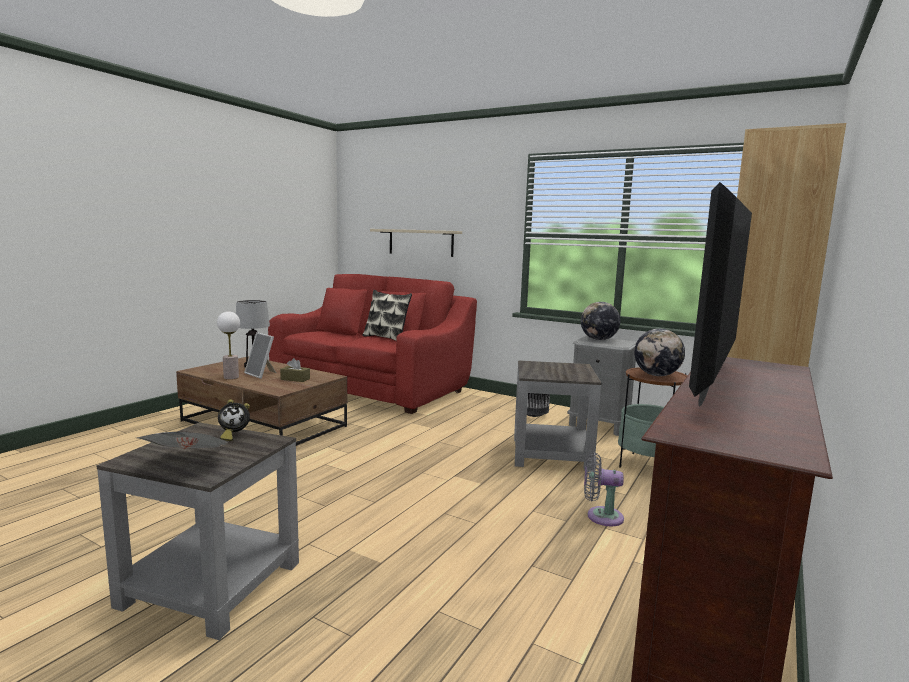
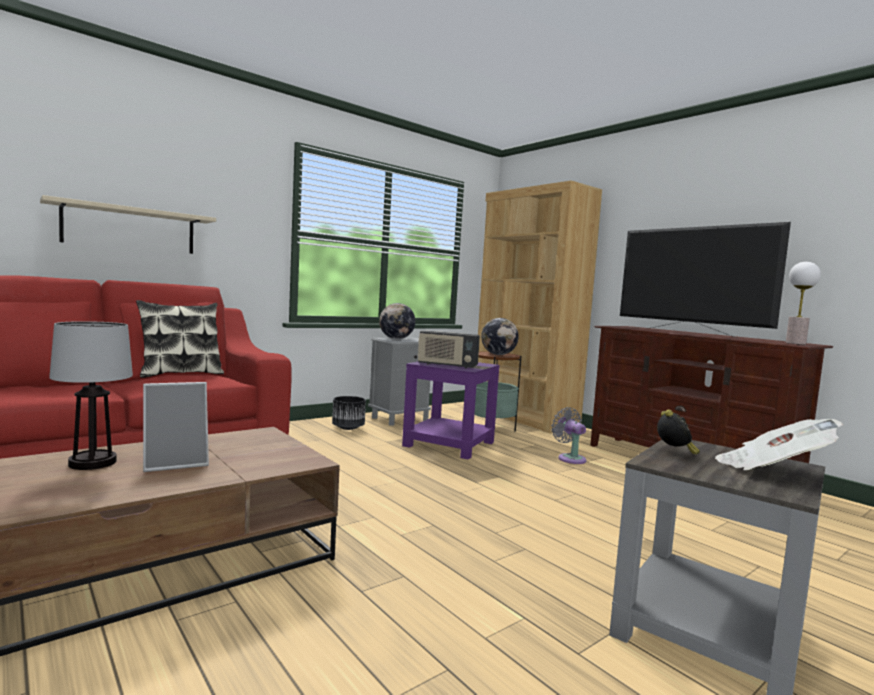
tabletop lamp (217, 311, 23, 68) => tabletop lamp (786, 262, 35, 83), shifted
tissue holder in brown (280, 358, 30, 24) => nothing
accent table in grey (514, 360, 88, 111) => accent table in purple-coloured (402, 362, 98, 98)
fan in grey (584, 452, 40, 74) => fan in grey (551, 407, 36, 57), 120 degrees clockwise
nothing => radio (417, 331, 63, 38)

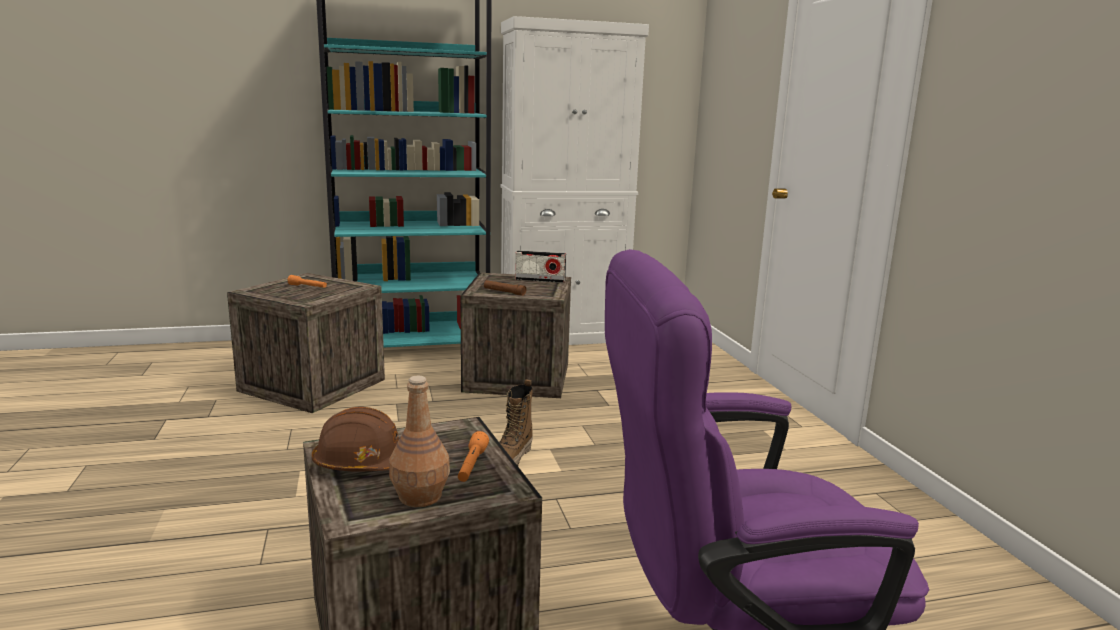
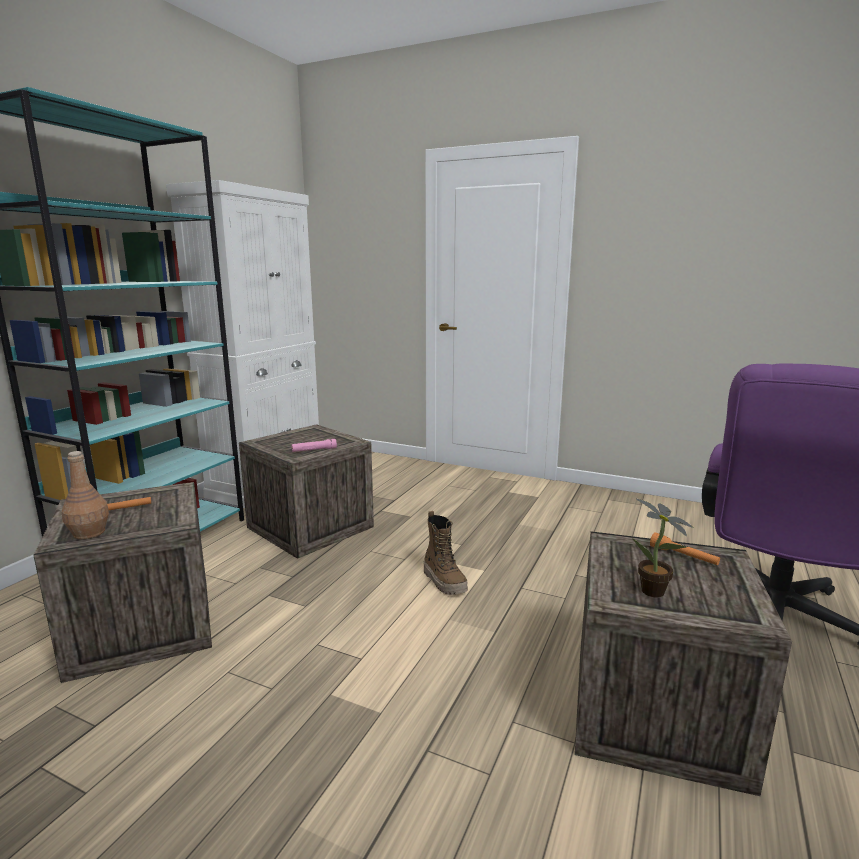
radio (515, 251, 51, 32) => nothing
torch in brown (484, 280, 42, 16) => torch in pink-coloured (292, 439, 45, 13)
drink bottle in brown (389, 376, 61, 131) => drink bottle in brown (62, 451, 47, 88), shifted
work helmet in brown (312, 407, 87, 65) => houseplant (632, 498, 62, 99)

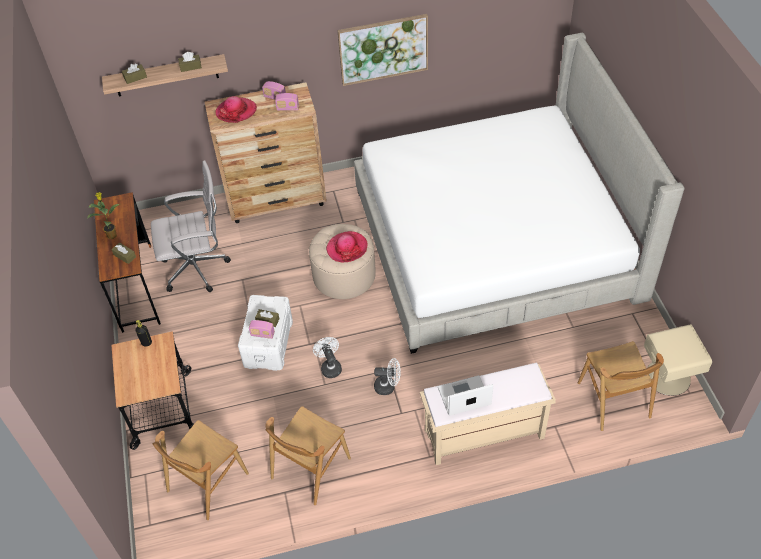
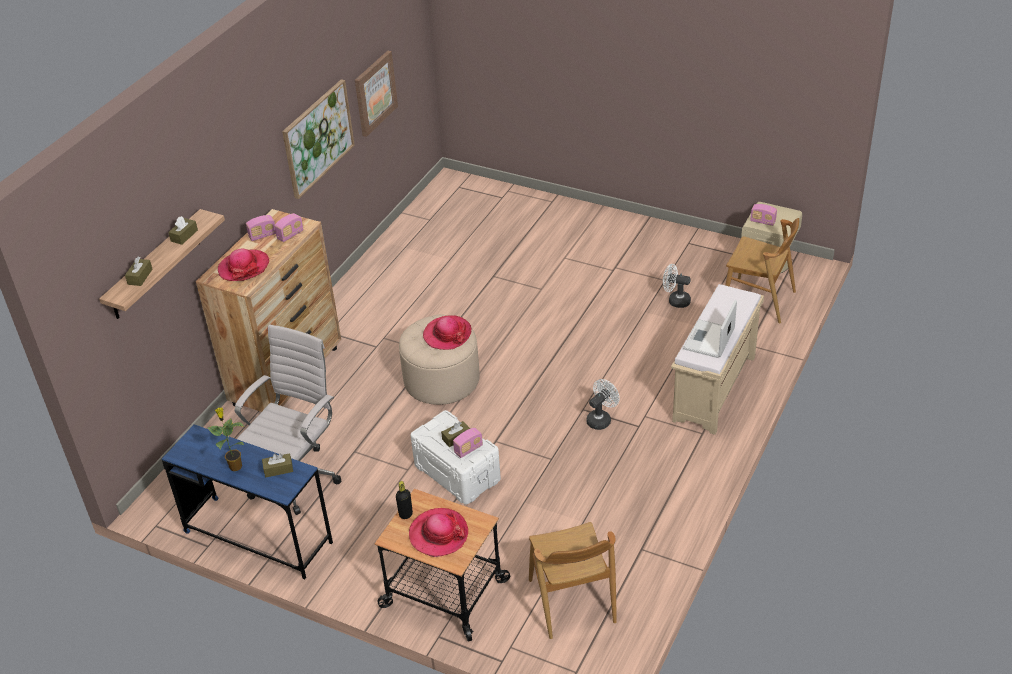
bedroom bed (354, 33, 331, 321) => nothing
desk table in brown (94, 192, 67, 141) => desk table in blue (162, 424, 171, 156)
fan in whitish (313, 337, 29, 41) => fan in whitish (663, 264, 28, 44), shifted
upright chair in brown (265, 406, 86, 99) => nothing
nothing => wall picture (355, 51, 43, 86)
nothing => radio (750, 204, 27, 22)
nothing => hat (409, 508, 59, 49)

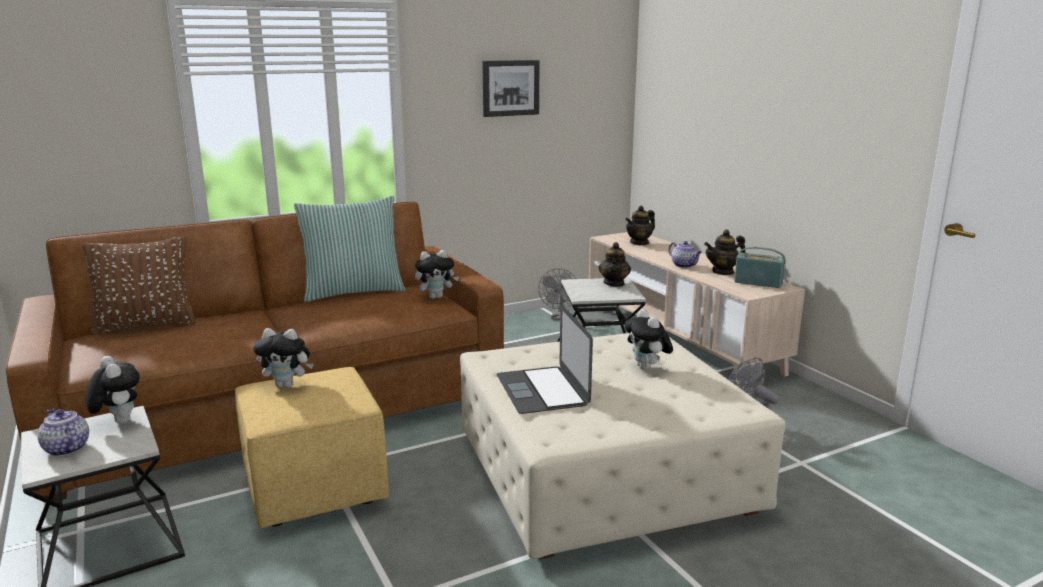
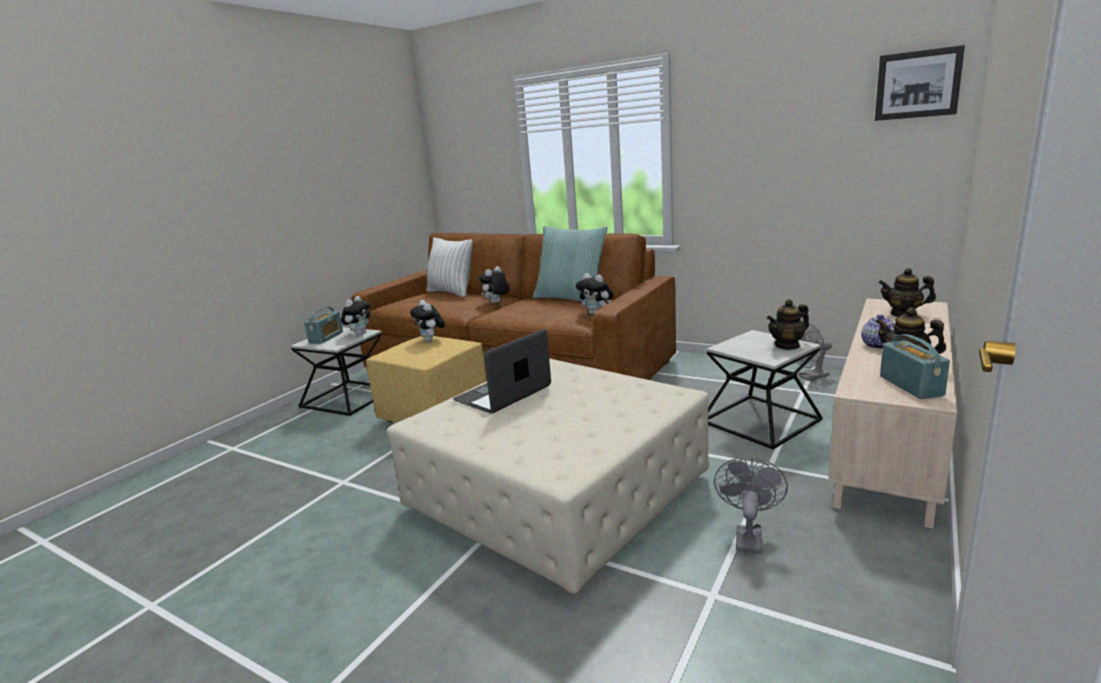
wall picture (482, 60, 58, 57) => wall picture (875, 45, 90, 76), shifted
throw pillow in brown (83, 236, 113, 99) => throw pillow in whitish (426, 238, 46, 59)
plush toy (625, 309, 48, 61) => plush toy (479, 266, 30, 37), shifted
teapot (38, 409, 51, 47) => radio (304, 307, 39, 37)

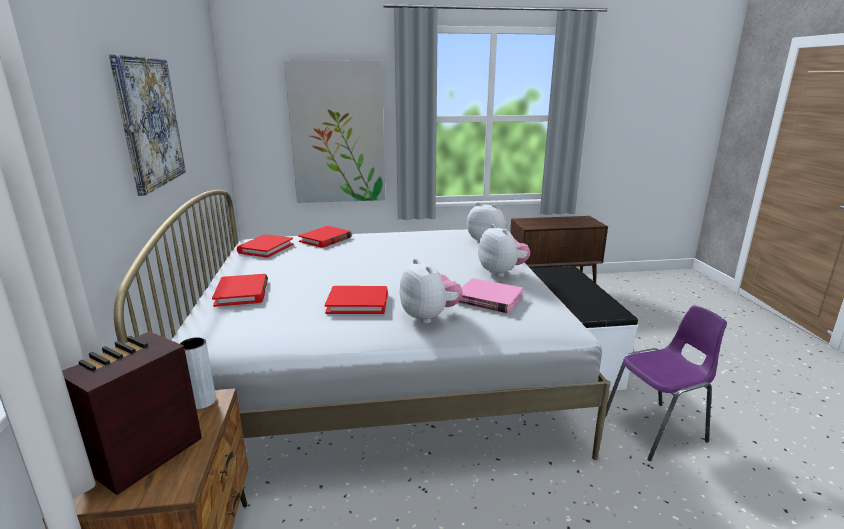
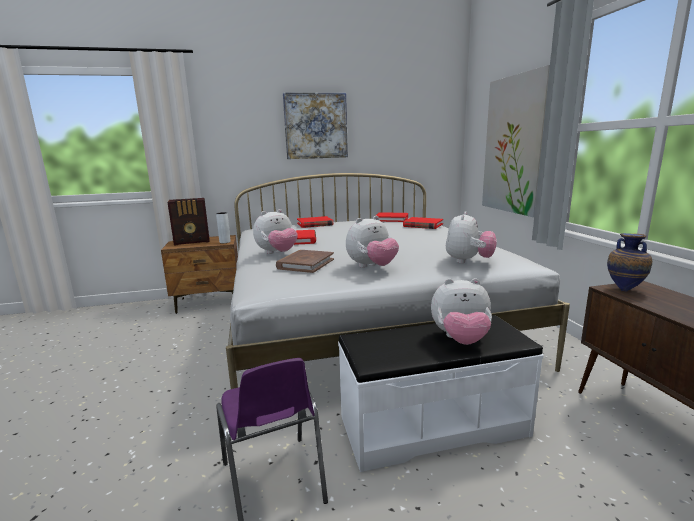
volume in pink-coloured (458, 278, 65, 35) => volume in brown (276, 250, 58, 23)
radio (62, 331, 140, 164) => radio (168, 198, 42, 48), 135 degrees clockwise
nothing => flower vase (607, 233, 45, 59)
nothing => plush toy (431, 278, 61, 67)

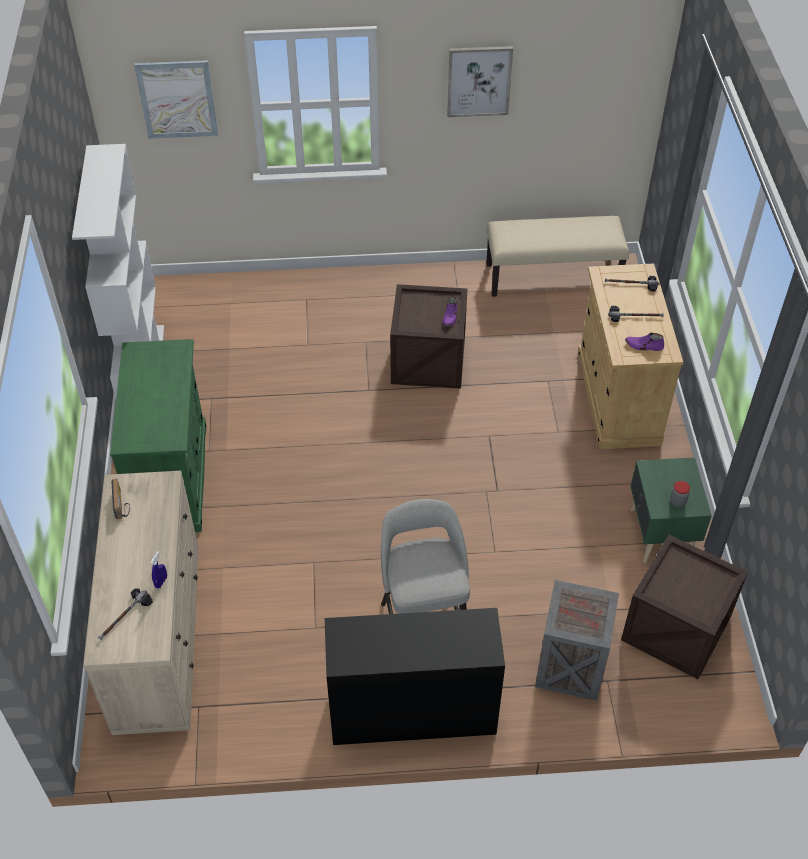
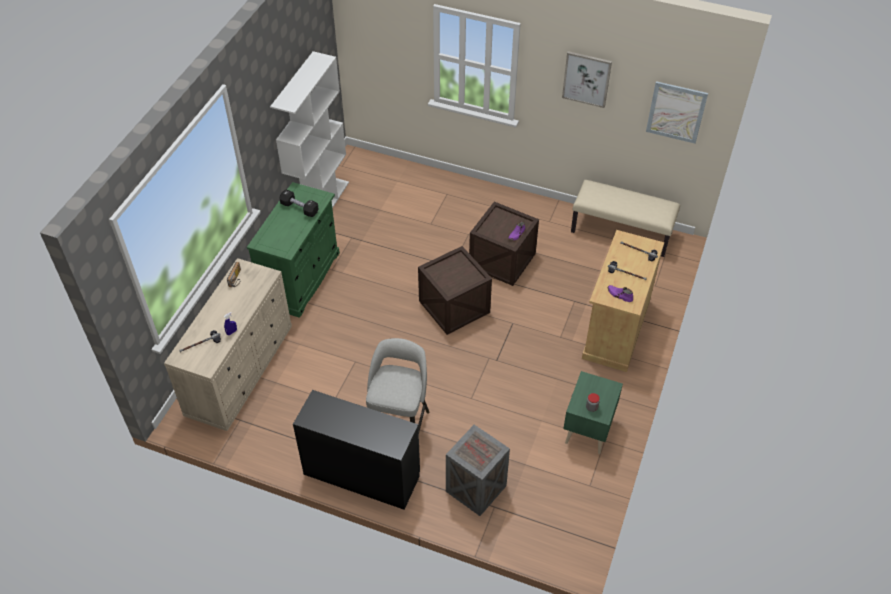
wall picture (134, 60, 84, 79) => wall picture (646, 81, 62, 62), shifted
shipping crate (621, 535, 127, 144) => shipping crate (418, 246, 74, 89), shifted
nothing => hand weight in black (279, 190, 40, 27)

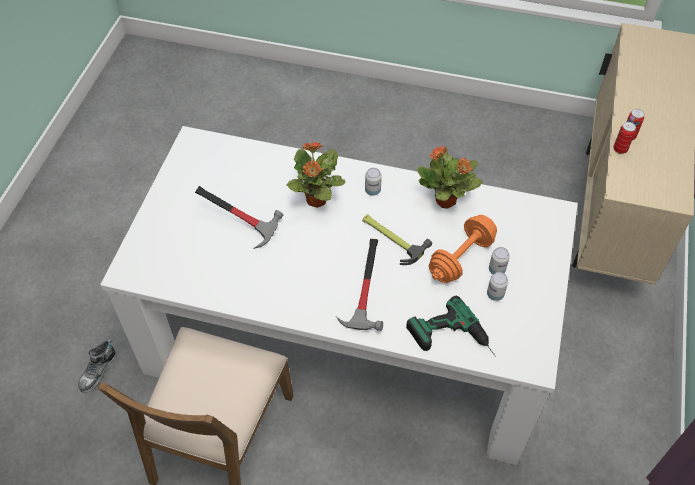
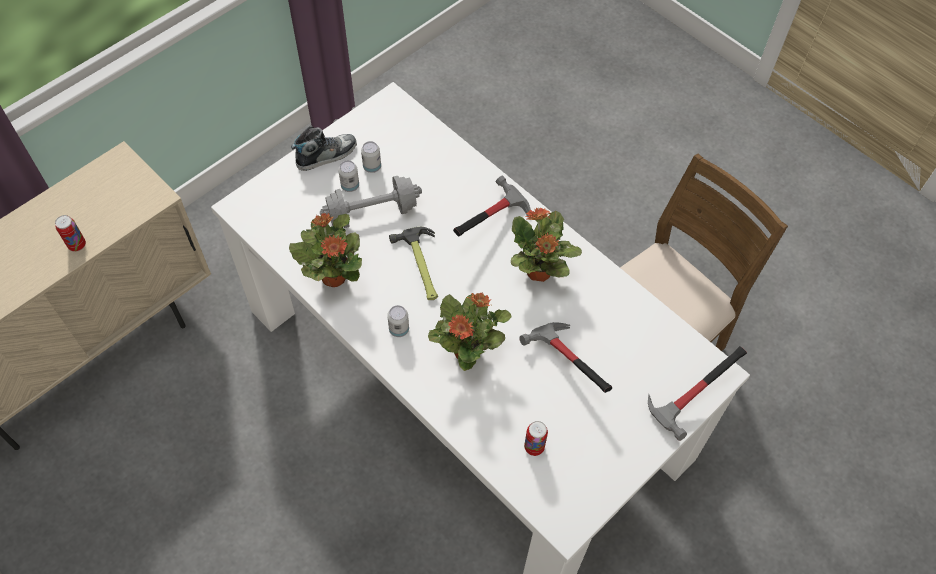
can (614, 122, 22, 32) => can (524, 421, 24, 35), shifted
hand weight in orangey (429, 215, 68, 68) => hand weight in grey (320, 176, 102, 52)
power drill (406, 296, 90, 61) => nothing
low shoe (78, 339, 39, 54) => low shoe (291, 126, 66, 45), shifted
nothing => houseplant (511, 208, 71, 74)
nothing => hand hammer (648, 346, 99, 95)

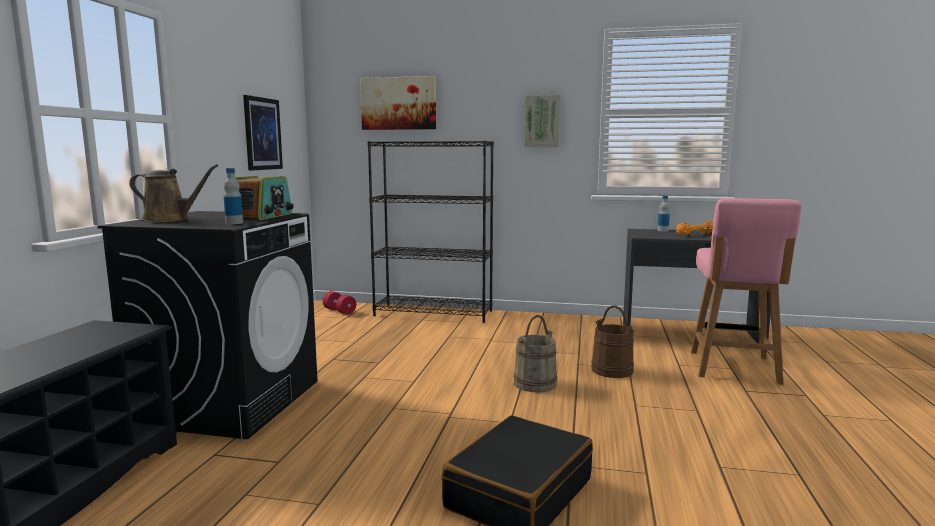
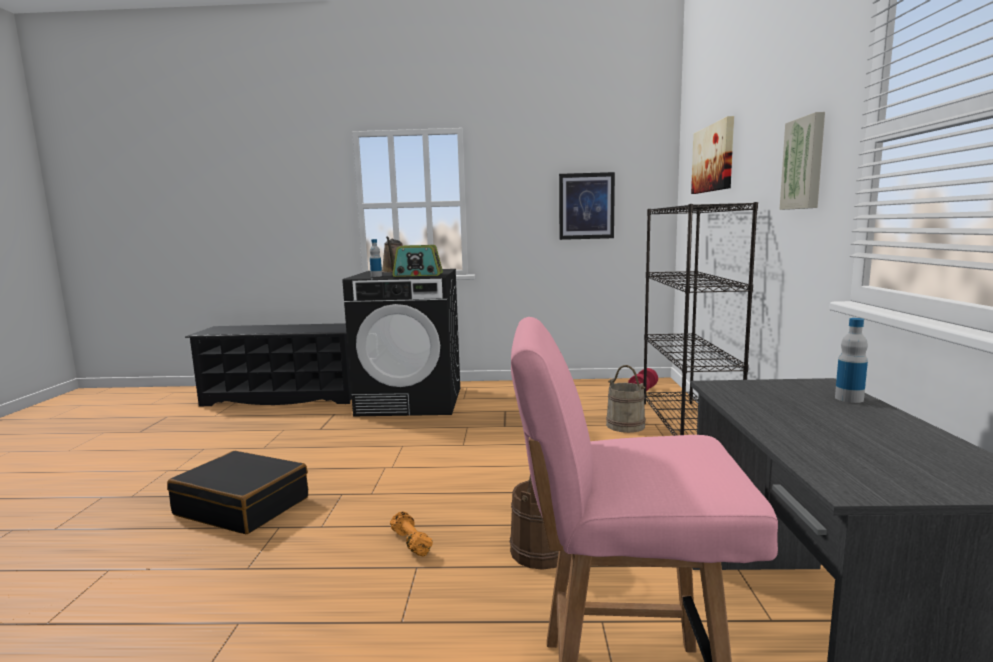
hand weight in orangey (676, 221, 37, 14) => hand weight in orangey (390, 512, 43, 45), shifted
water bucket in beige-coloured (514, 315, 43, 77) => water bucket in beige-coloured (606, 365, 40, 68), shifted

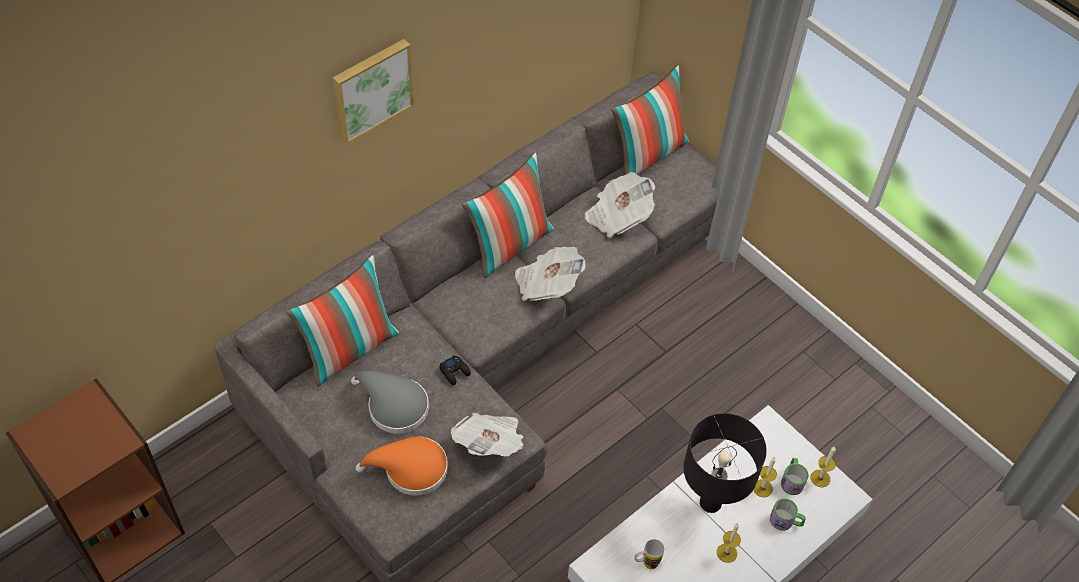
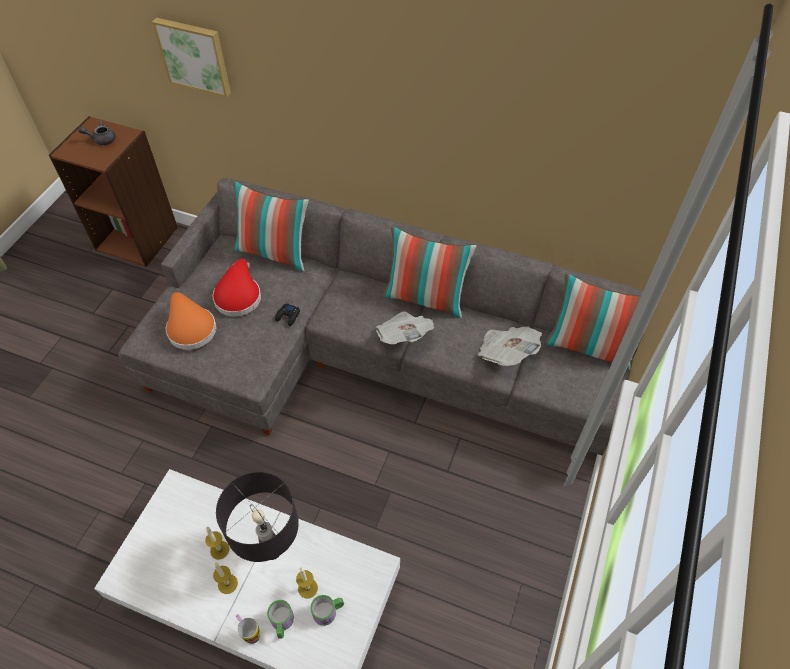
wall picture (332, 39, 82, 106) => wall picture (152, 18, 79, 80), shifted
hat in grey (351, 371, 78, 63) => hat in red-coloured (212, 259, 49, 58)
daily paper (451, 413, 73, 44) => nothing
candle (811, 446, 25, 41) => candle (205, 527, 25, 32), shifted
coffee mug (635, 539, 29, 30) => coffee mug (236, 614, 24, 30), shifted
nothing => teapot in grey (78, 120, 38, 25)

